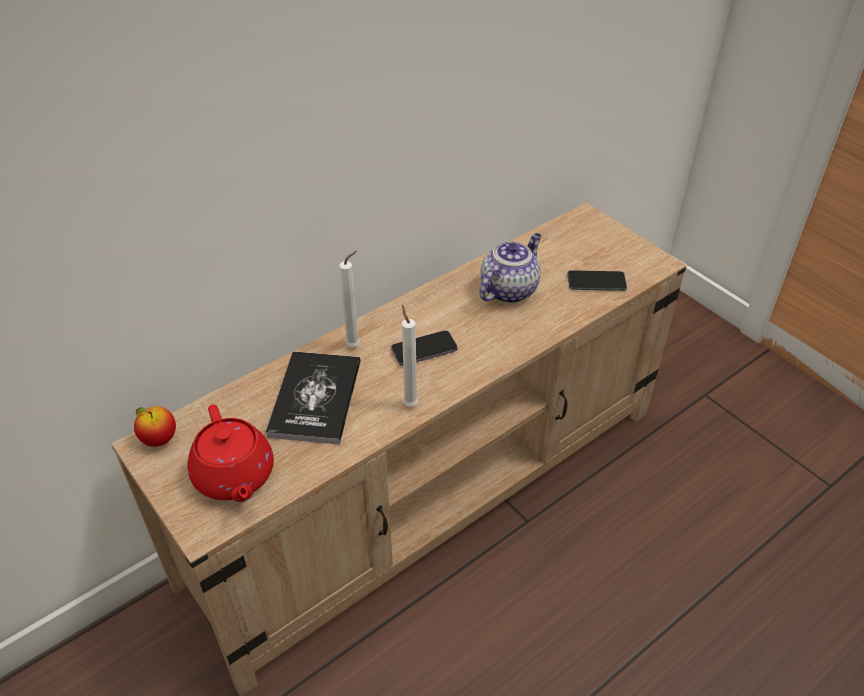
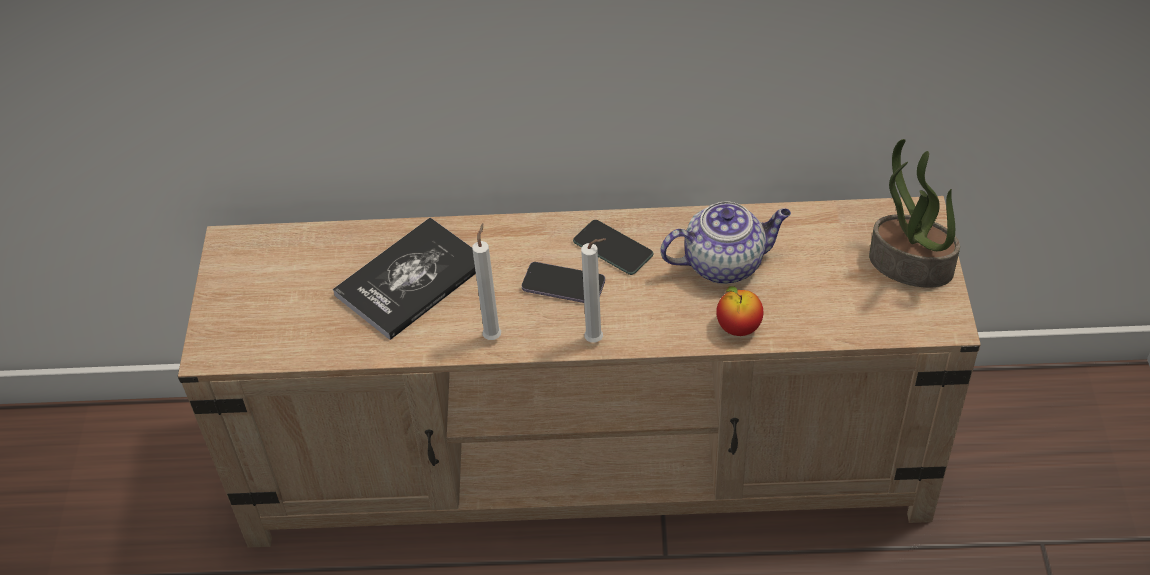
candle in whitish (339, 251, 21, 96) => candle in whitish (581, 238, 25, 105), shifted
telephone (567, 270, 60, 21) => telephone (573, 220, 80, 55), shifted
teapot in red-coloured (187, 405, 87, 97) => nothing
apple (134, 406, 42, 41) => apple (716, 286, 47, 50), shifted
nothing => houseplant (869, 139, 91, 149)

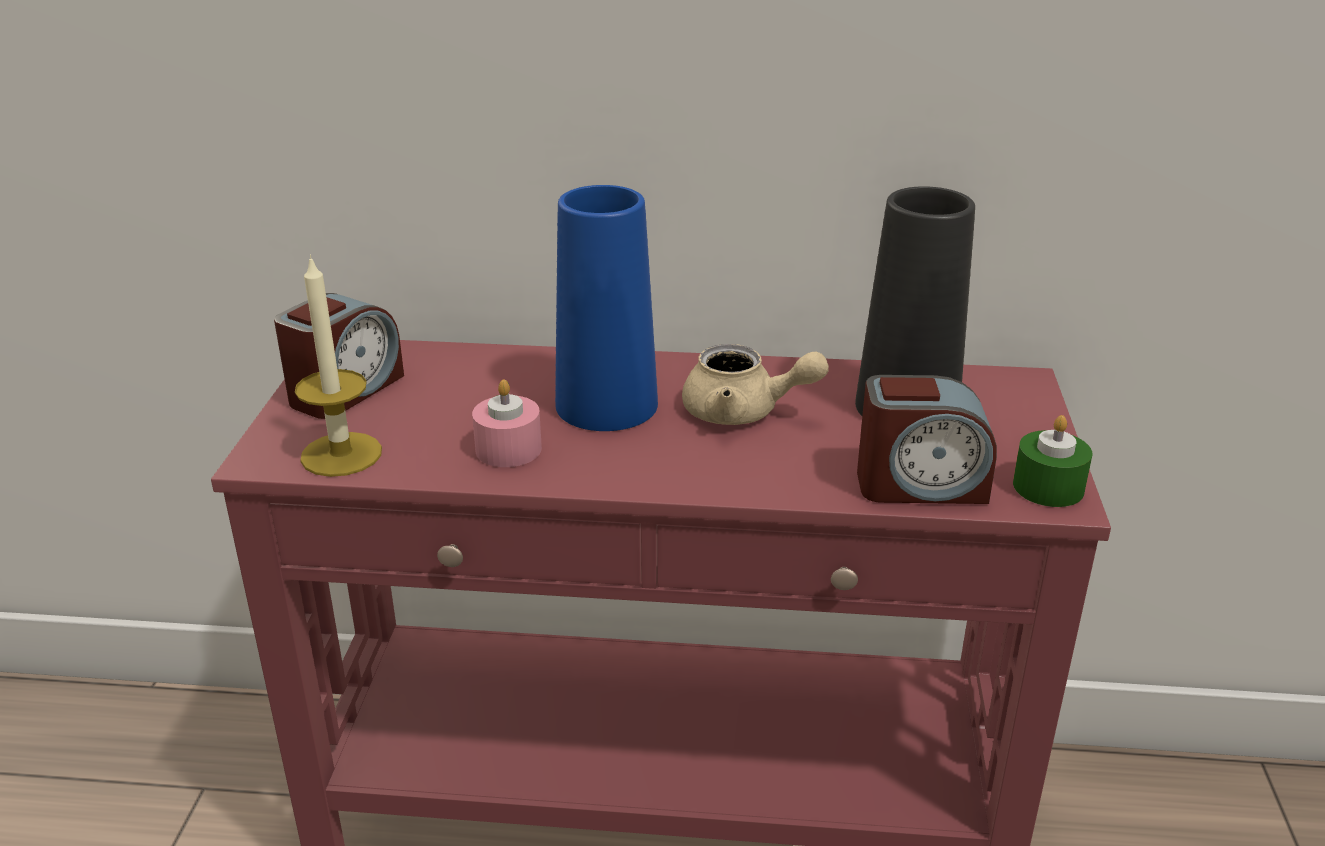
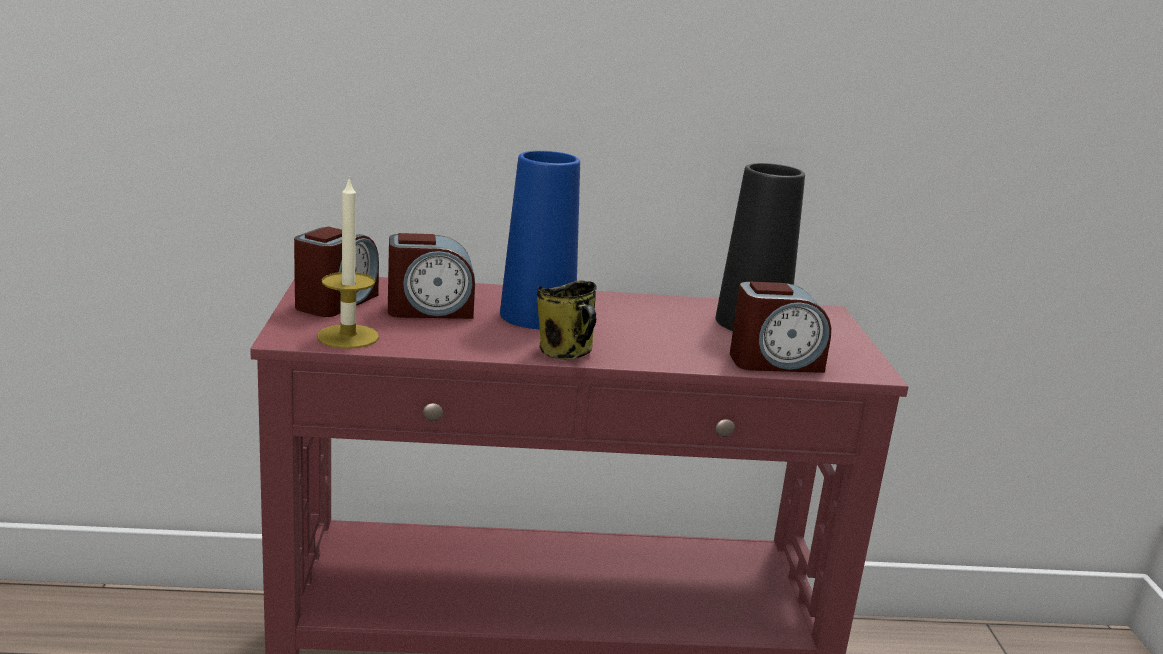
teapot in beige-coloured (682, 344, 147, 81) => nothing
candle in pink-coloured (472, 379, 70, 88) => nothing
candle in green (1013, 415, 79, 92) => nothing
nothing => bedside clock (388, 233, 87, 86)
nothing => coffee mug (537, 280, 60, 80)

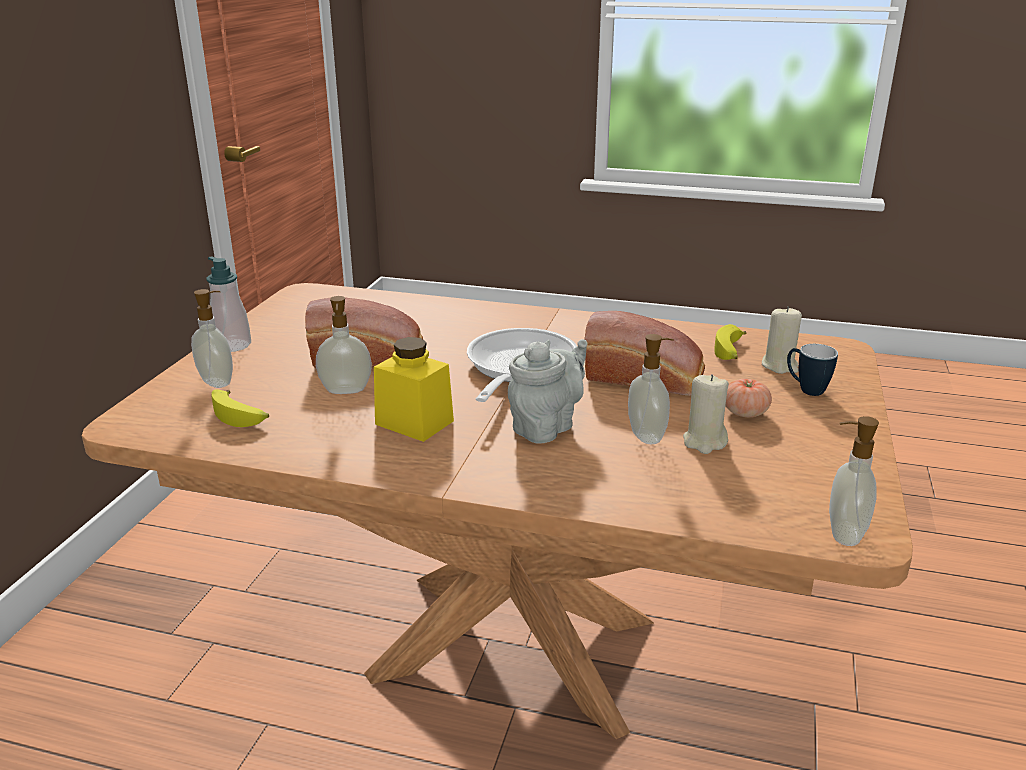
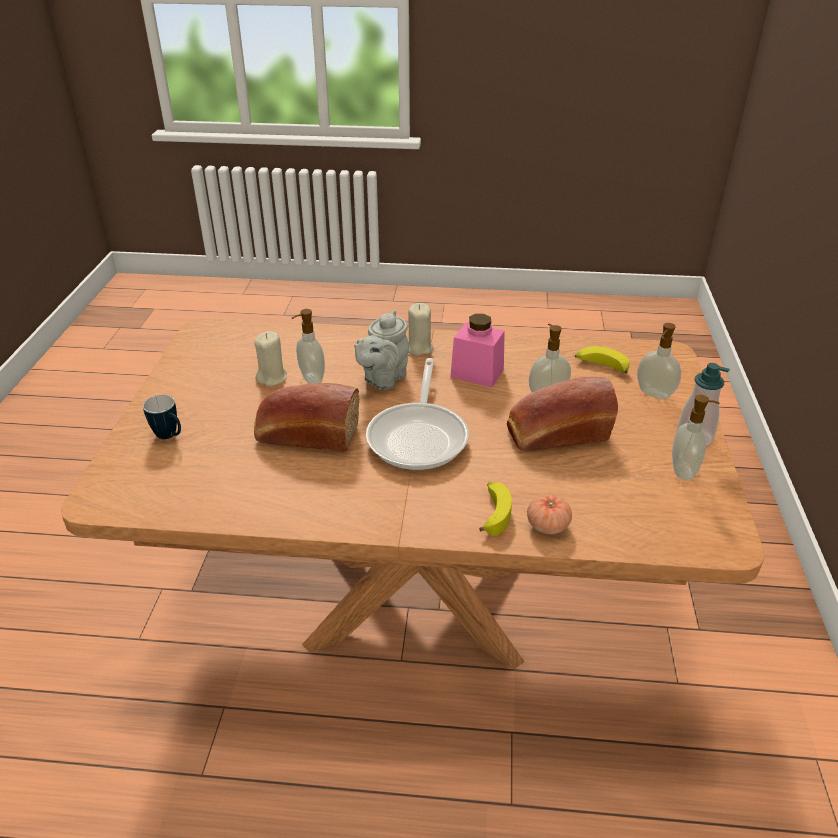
candle in beige-coloured (762, 306, 40, 68) => candle in beige-coloured (408, 303, 25, 53), shifted
whole banana (714, 324, 32, 36) => whole banana (479, 482, 33, 54), shifted
jar in yellow-coloured (374, 337, 80, 105) => jar in pink-coloured (450, 314, 55, 73)
whole tomato (725, 379, 47, 38) => whole tomato (527, 494, 45, 40), shifted
soap dispenser (829, 416, 50, 130) => soap dispenser (672, 395, 48, 85), shifted

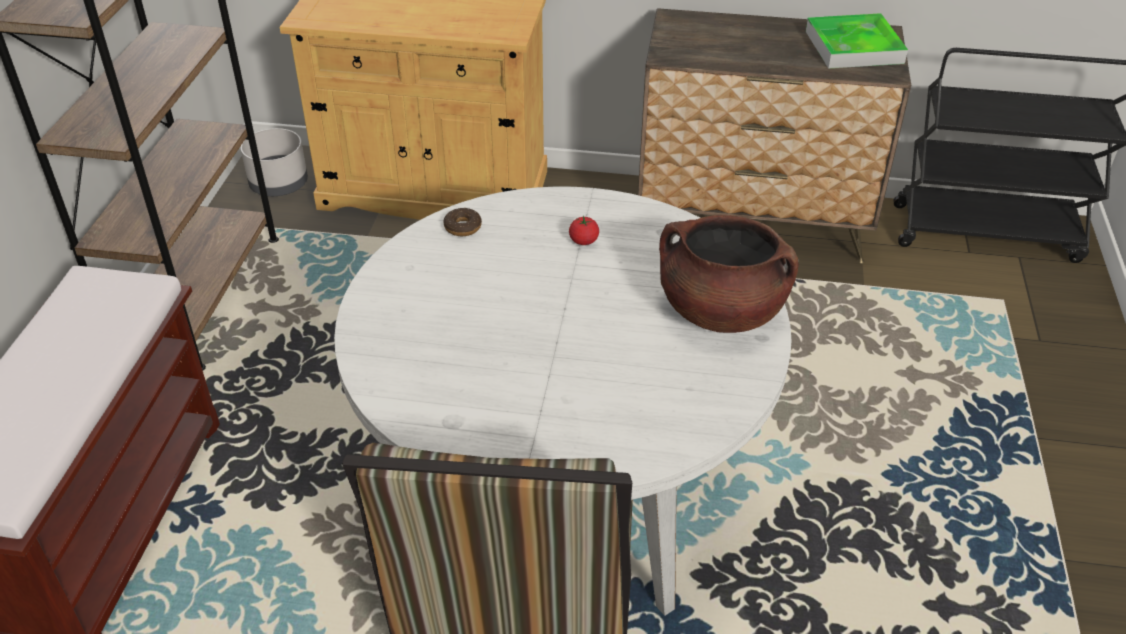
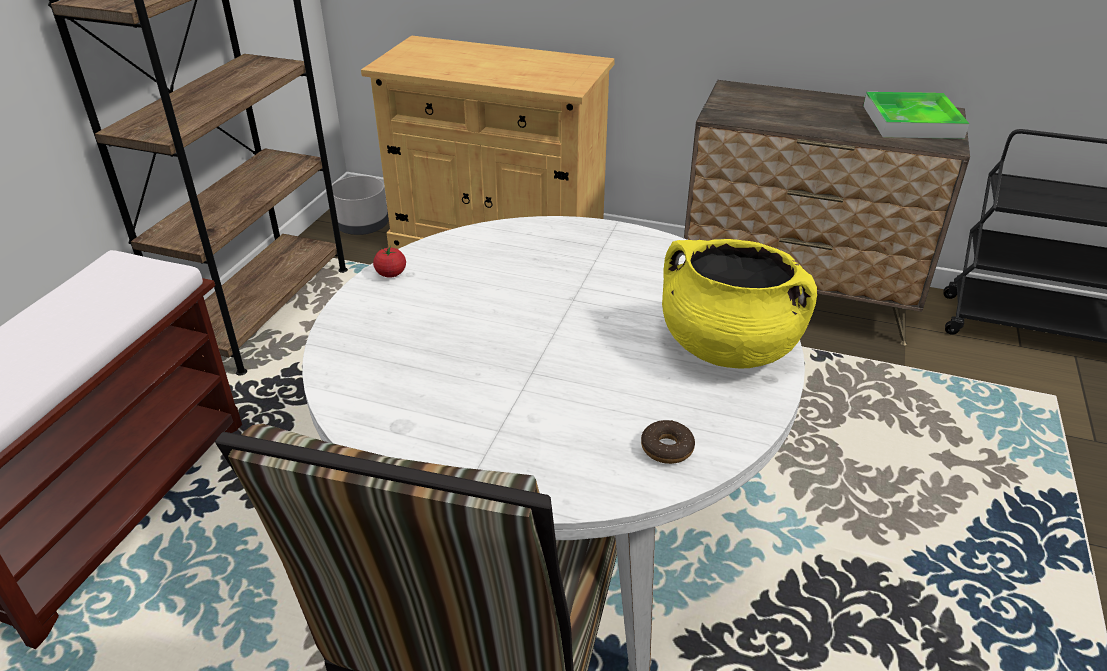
donut (443, 208, 39, 28) => donut (641, 420, 54, 44), shifted
whole tomato (569, 215, 30, 30) => whole tomato (373, 246, 33, 32), shifted
saucepot in brown (659, 215, 140, 118) => saucepot in yellow-coloured (662, 239, 155, 129)

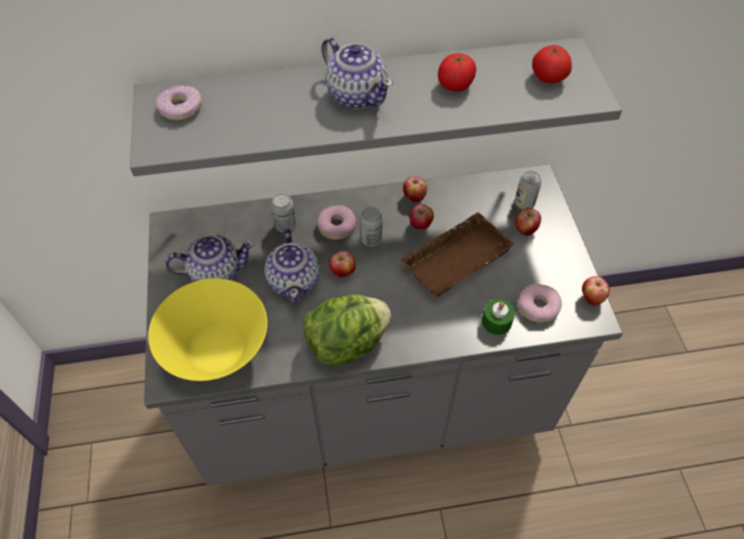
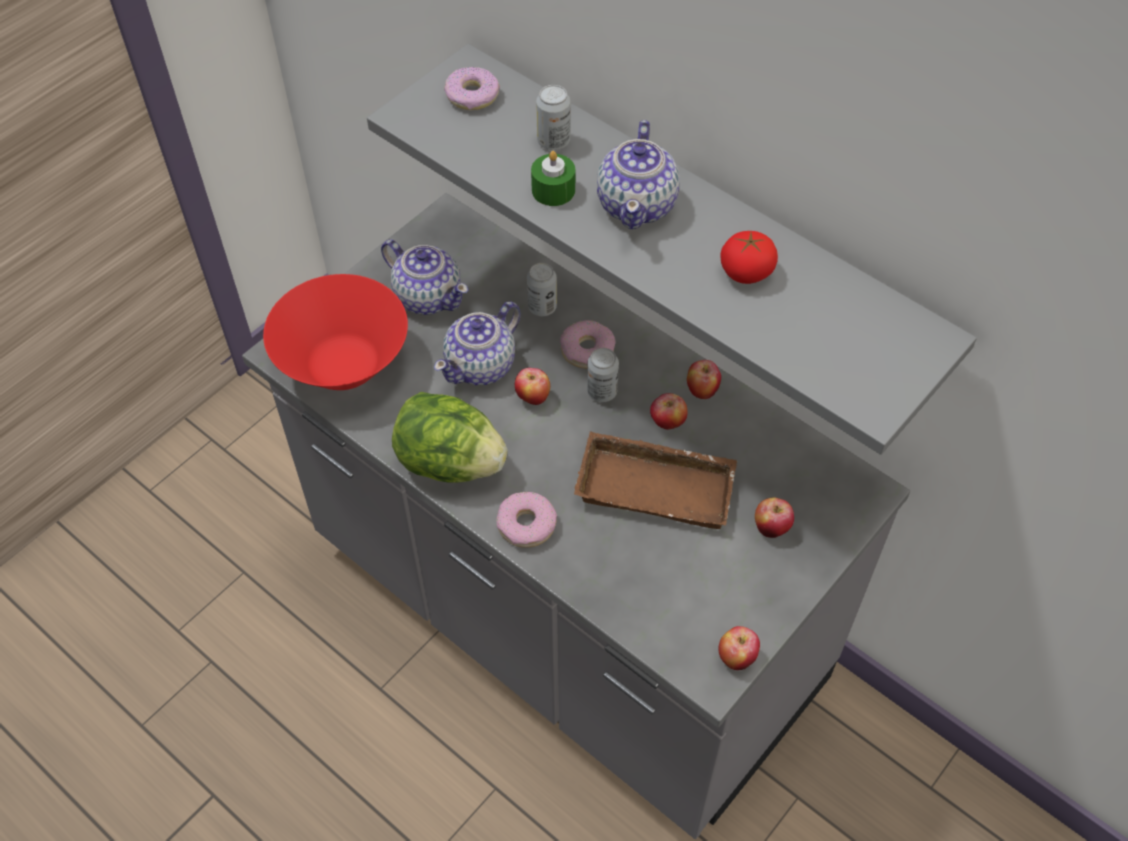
whole tomato (532, 45, 40, 38) => nothing
can (515, 171, 27, 39) => can (536, 85, 34, 65), shifted
serving bowl in yellow-coloured (148, 278, 119, 103) => serving bowl in red-coloured (263, 274, 145, 116)
donut (518, 284, 44, 39) => donut (496, 492, 61, 56), shifted
candle in green (482, 299, 33, 36) => candle in green (531, 151, 44, 55), shifted

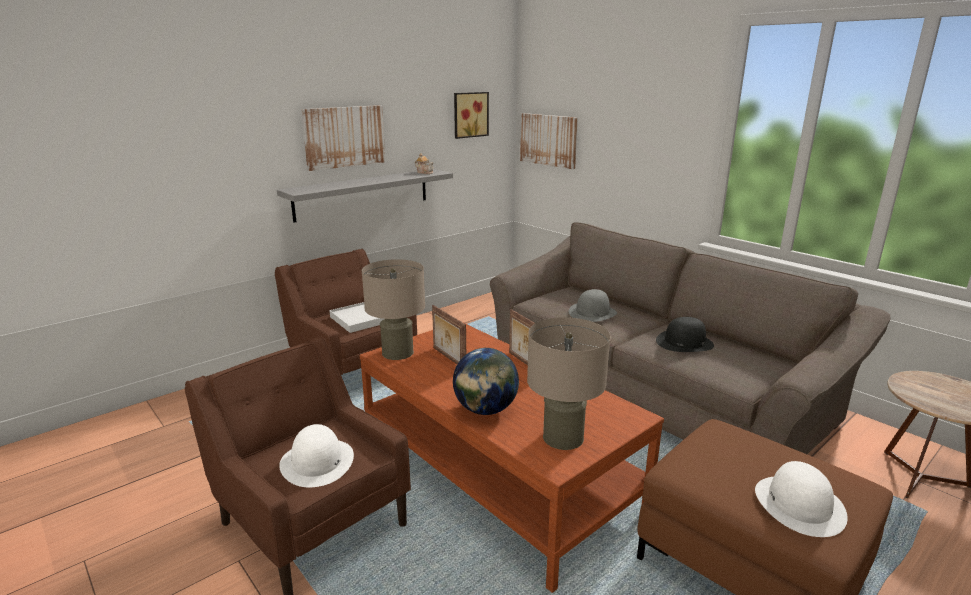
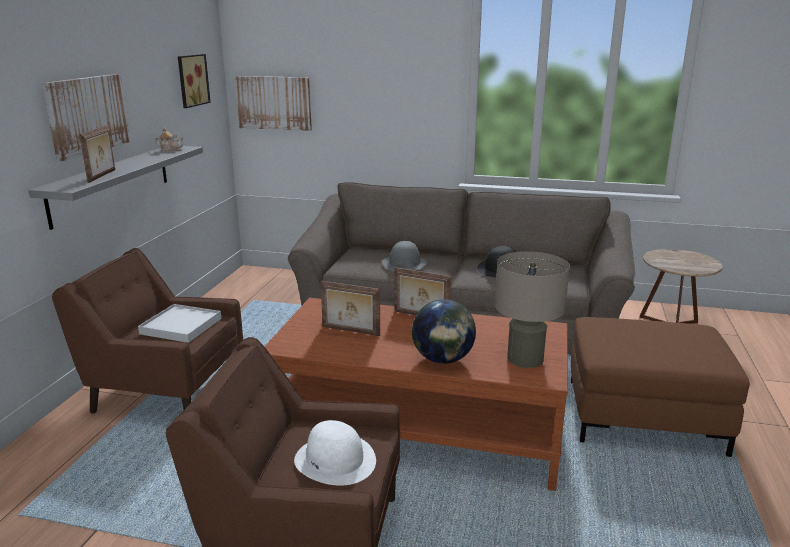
tabletop lamp in beige-coloured (362, 259, 63, 101) => nothing
hat in whitish (755, 461, 93, 76) => nothing
nothing => picture frame (79, 125, 36, 58)

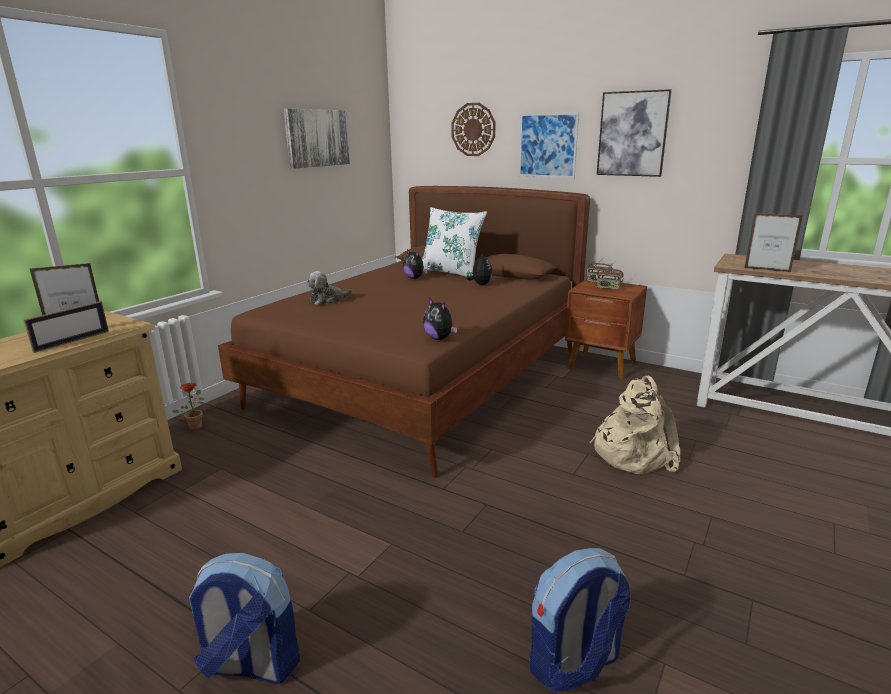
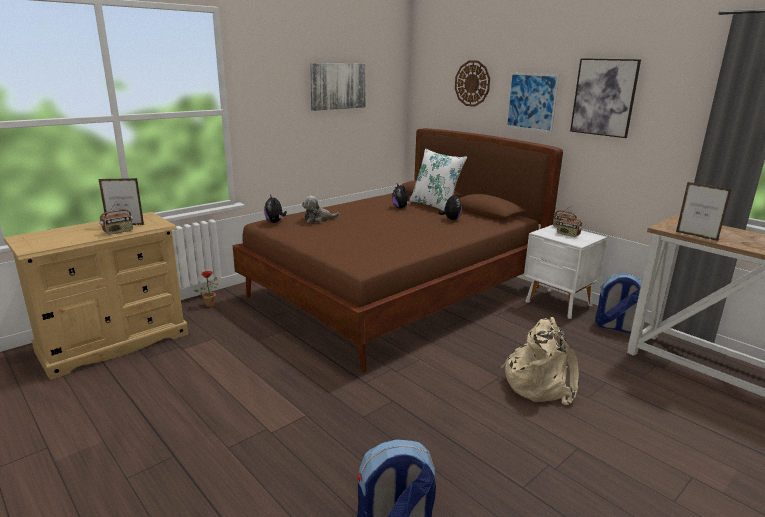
bedside table in brown (565, 279, 82, 101) => bedside table in whitish (524, 225, 83, 94)
plush toy (423, 298, 34, 42) => plush toy (264, 194, 23, 29), shifted
picture frame (24, 301, 85, 52) => radio (100, 201, 33, 34)
knapsack (189, 553, 111, 131) => knapsack (595, 273, 47, 61), shifted

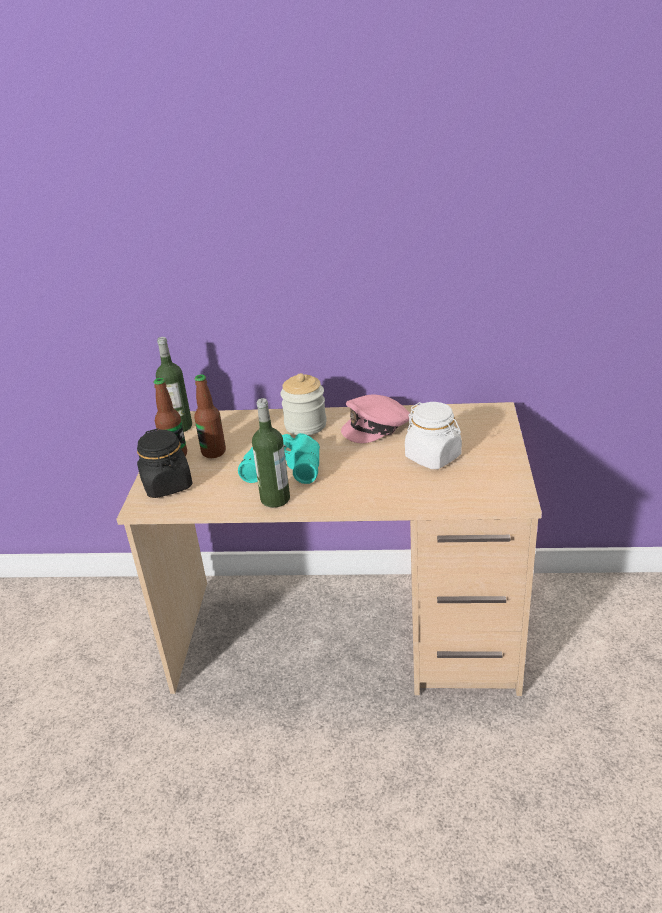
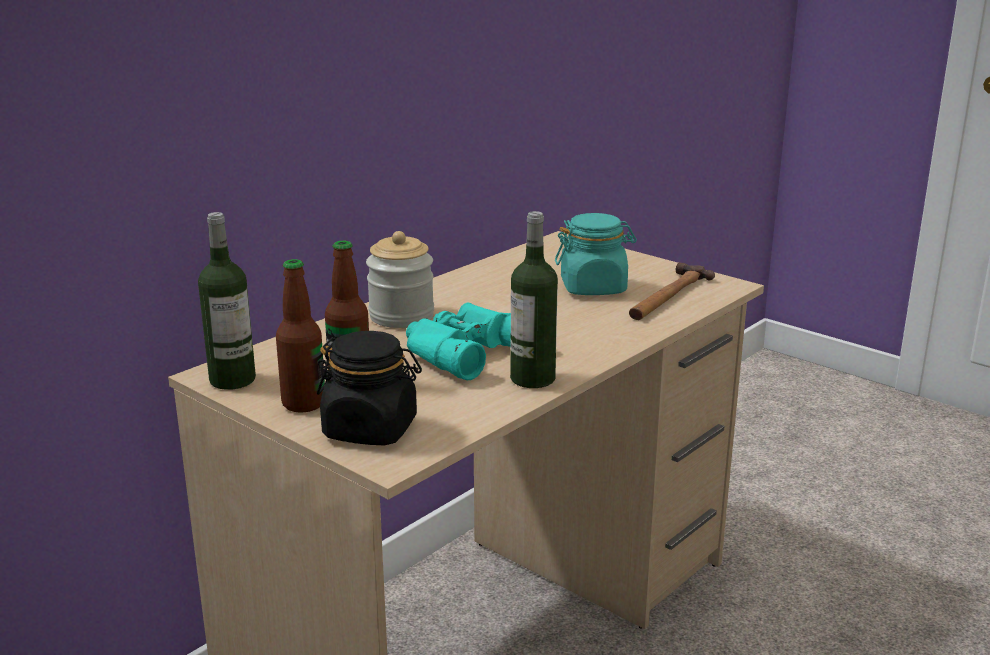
cap in pink-coloured (341, 395, 69, 48) => nothing
jar in whitish (405, 402, 57, 67) => jar in turquoise-coloured (555, 213, 82, 82)
nothing => hand hammer (629, 262, 86, 58)

